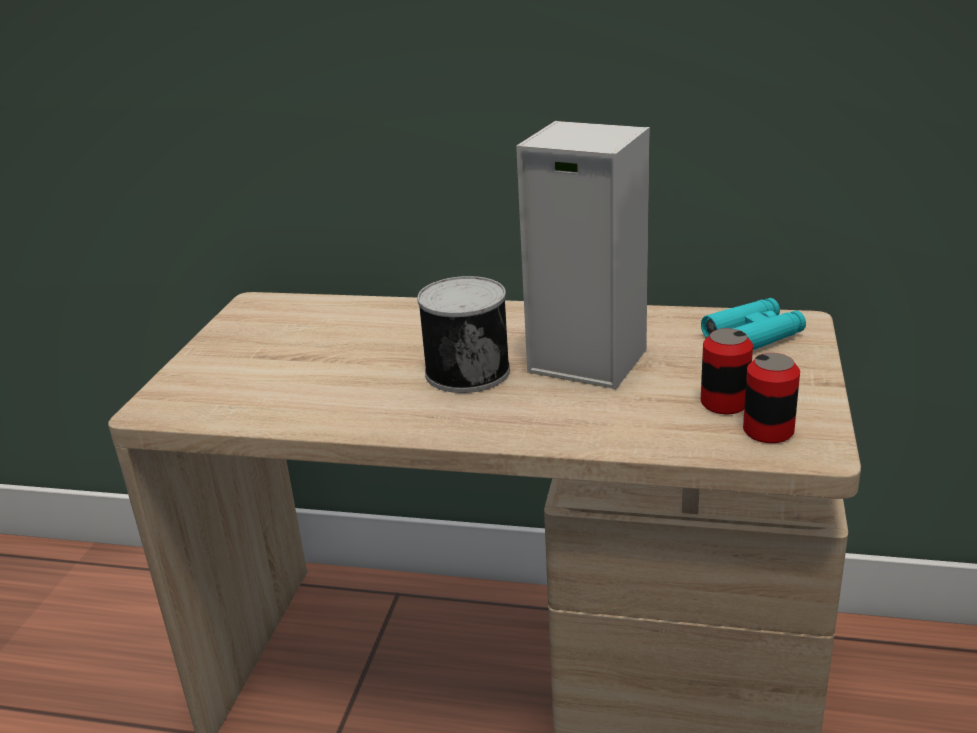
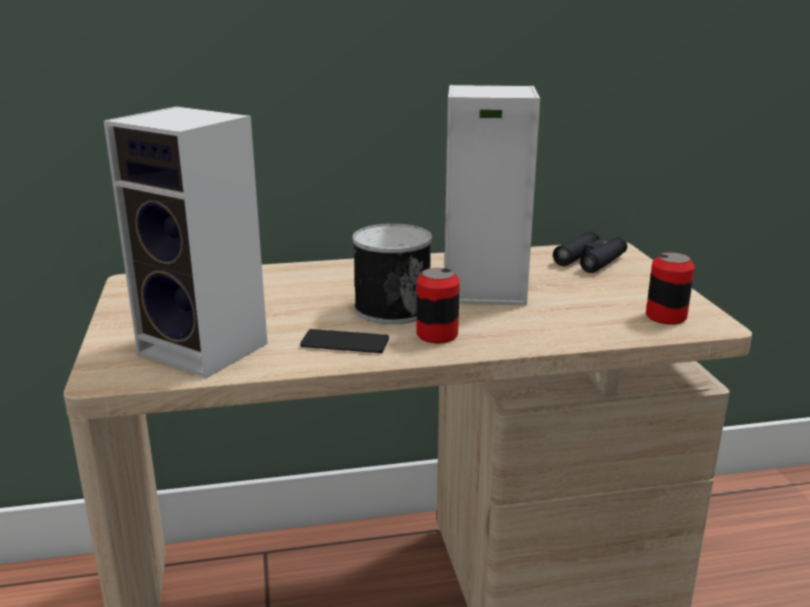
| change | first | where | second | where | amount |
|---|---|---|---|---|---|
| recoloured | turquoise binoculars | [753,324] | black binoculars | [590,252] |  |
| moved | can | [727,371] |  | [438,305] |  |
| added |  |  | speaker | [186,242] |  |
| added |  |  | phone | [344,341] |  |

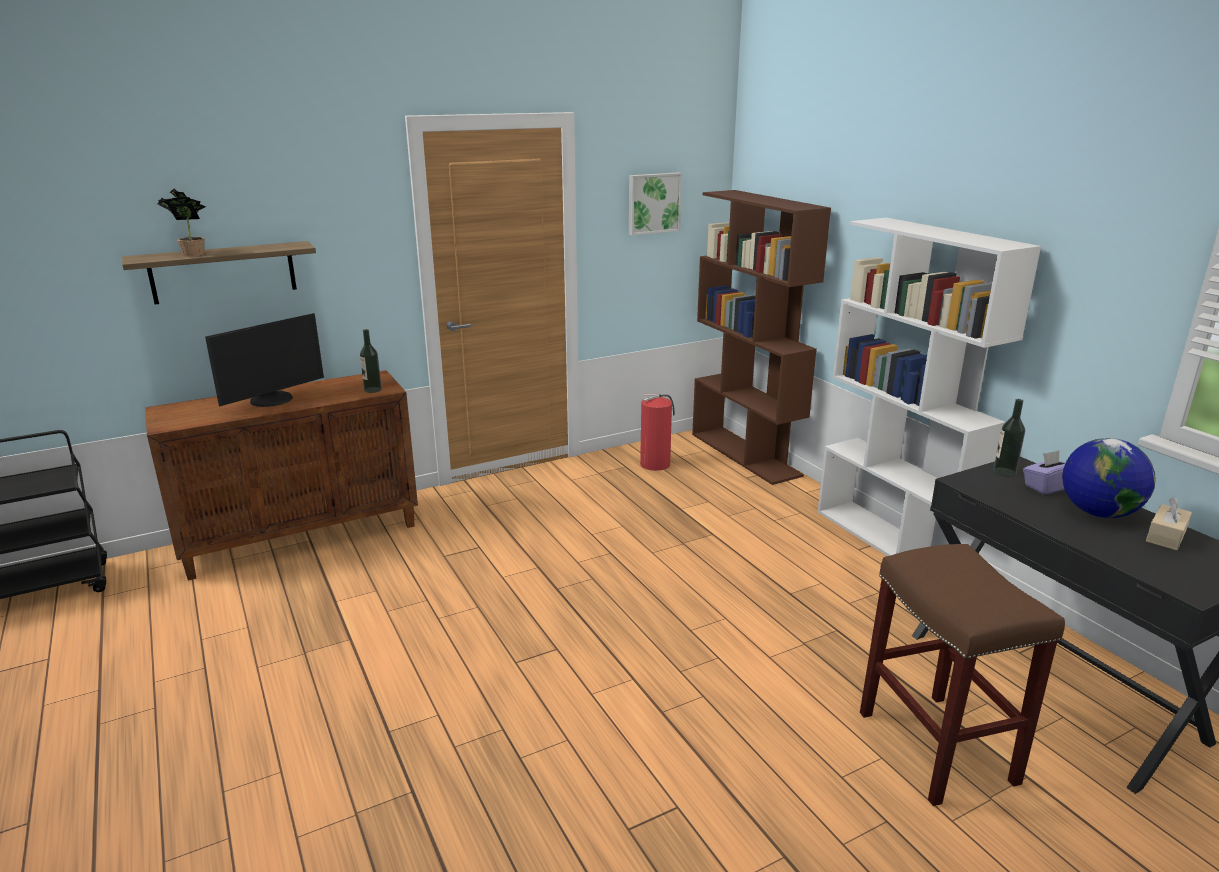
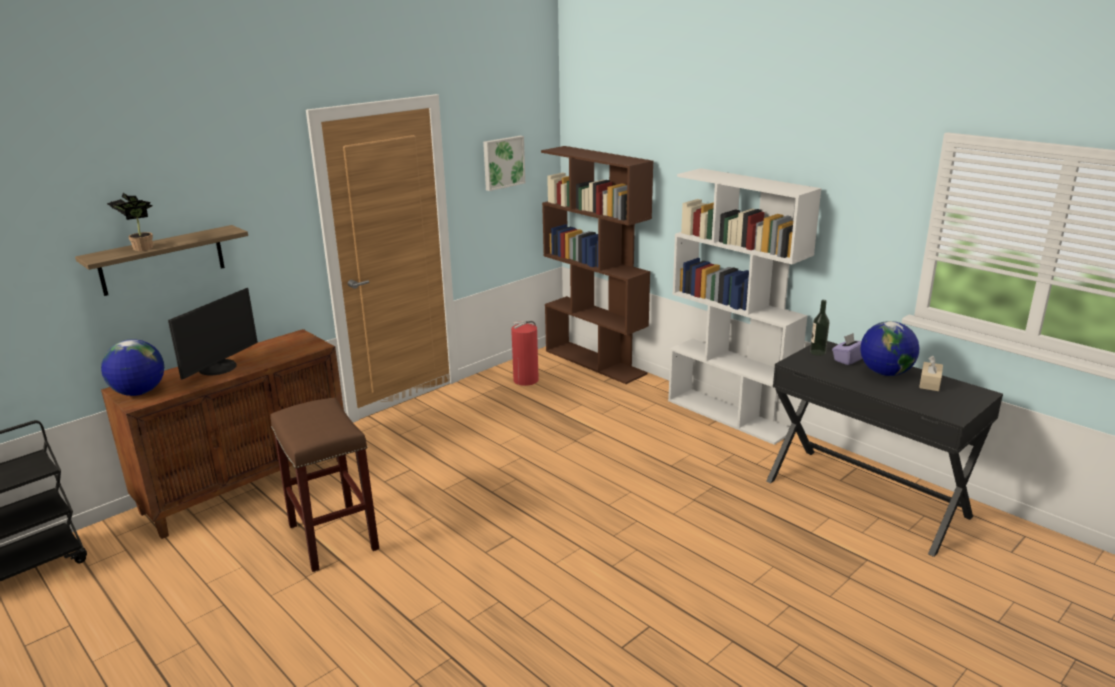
| change | first | where | second | where | amount |
|---|---|---|---|---|---|
| removed | bottle | [371,361] |  |  |  |
| moved | brown stool | [962,675] |  | [325,485] |  |
| added |  |  | globe | [132,367] |  |

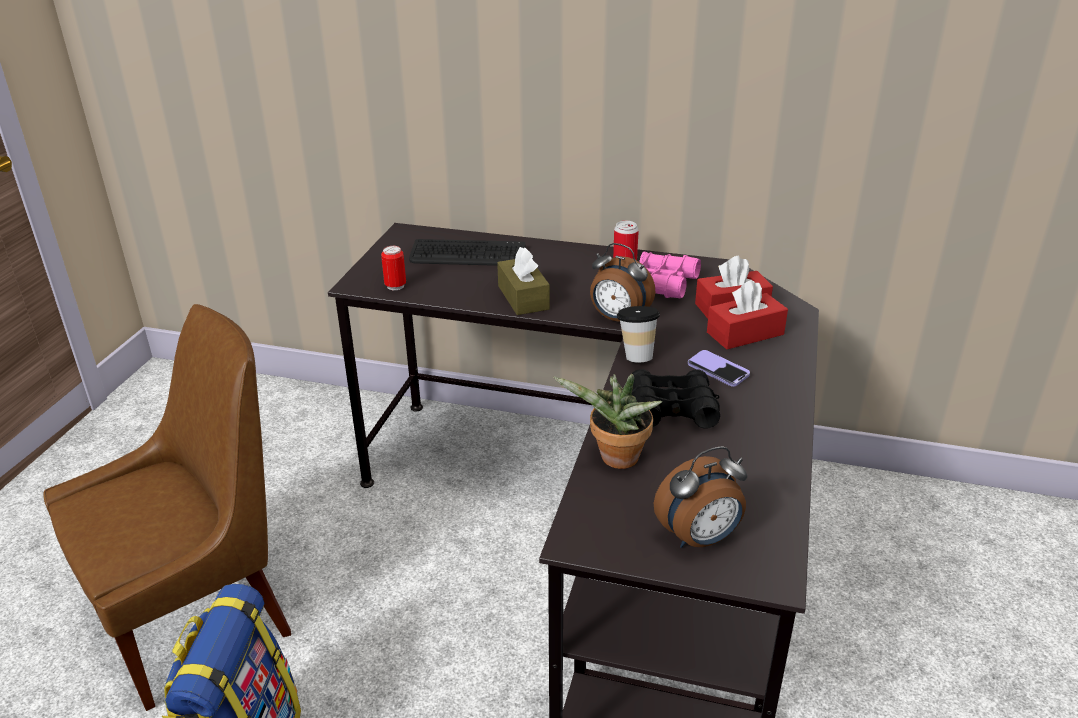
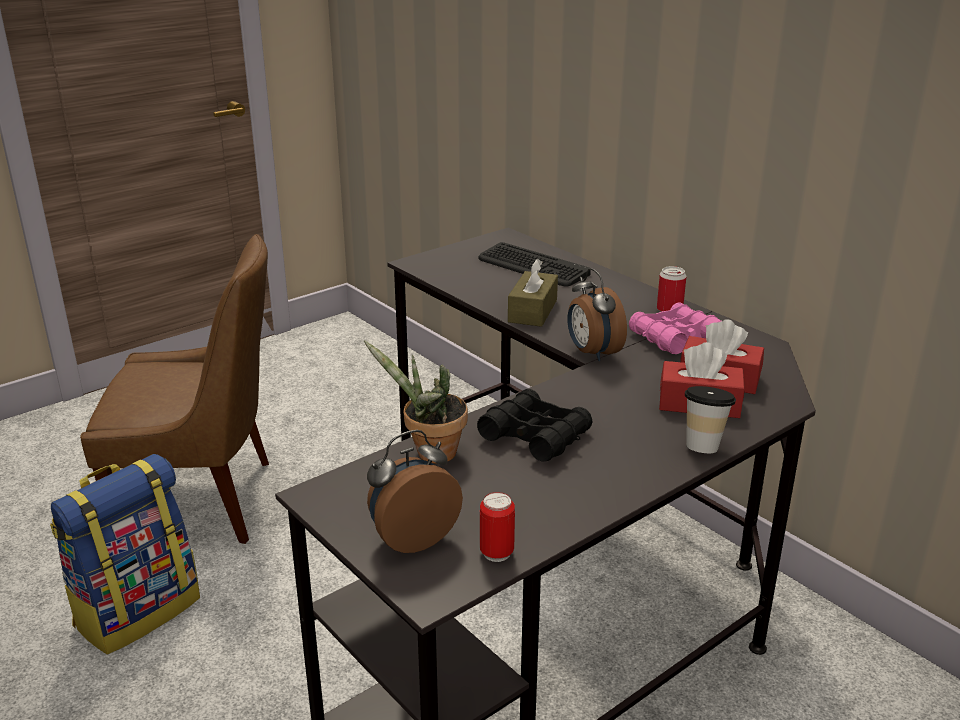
| change | first | where | second | where | amount |
|---|---|---|---|---|---|
| moved | can | [393,268] |  | [497,527] |  |
| moved | cup | [638,334] |  | [710,419] |  |
| turned | alarm clock | [700,497] |  | [415,491] | 135 degrees clockwise |
| removed | phone | [719,368] |  |  |  |

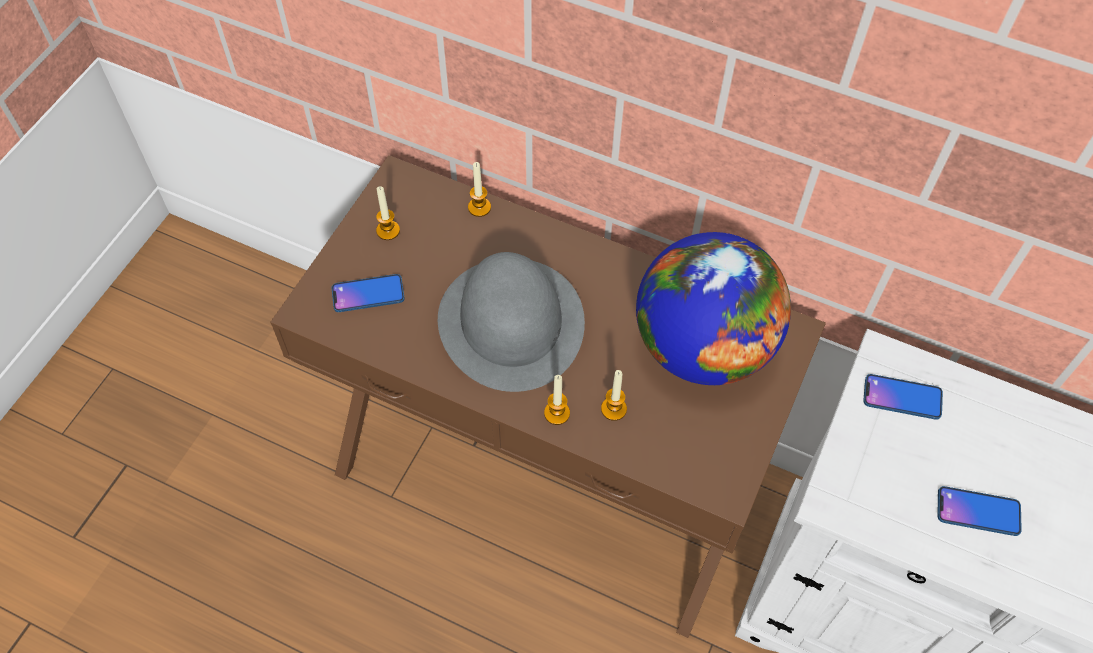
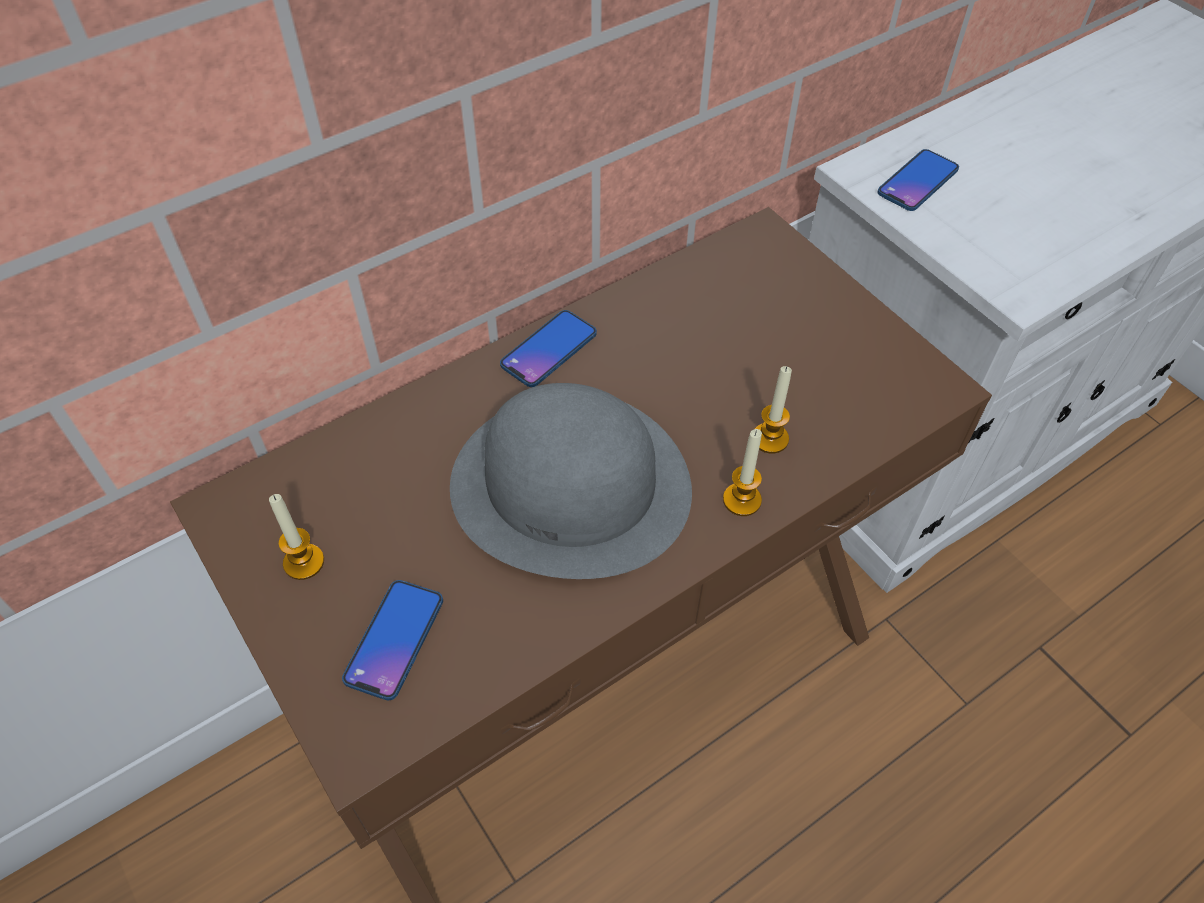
| change | first | where | second | where | amount |
|---|---|---|---|---|---|
| removed | candle | [479,189] |  |  |  |
| removed | globe | [713,308] |  |  |  |
| moved | phone | [979,511] |  | [548,348] |  |

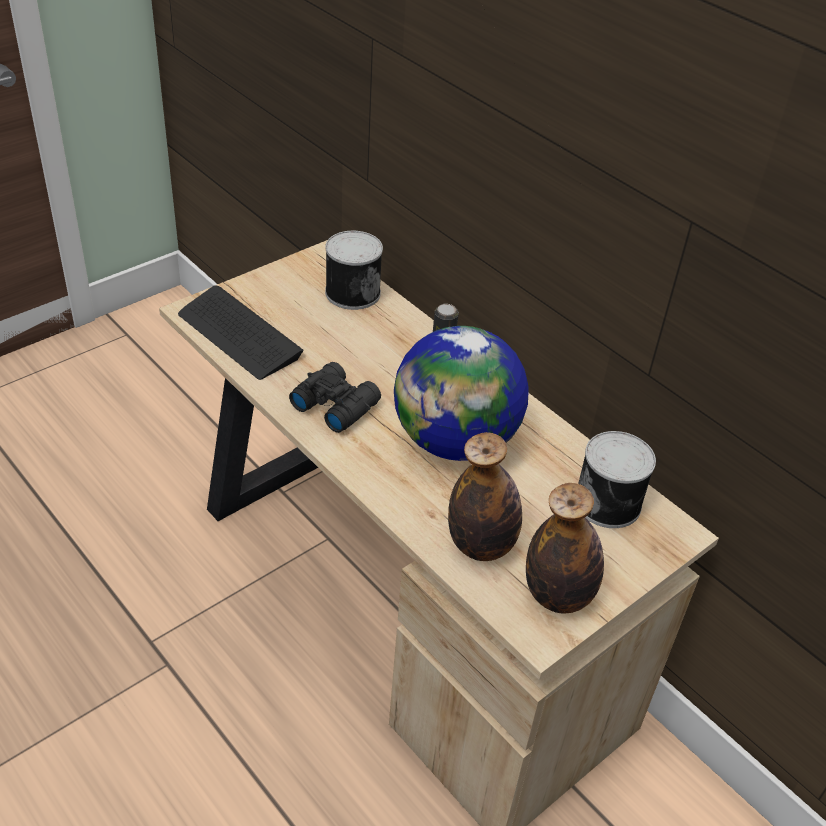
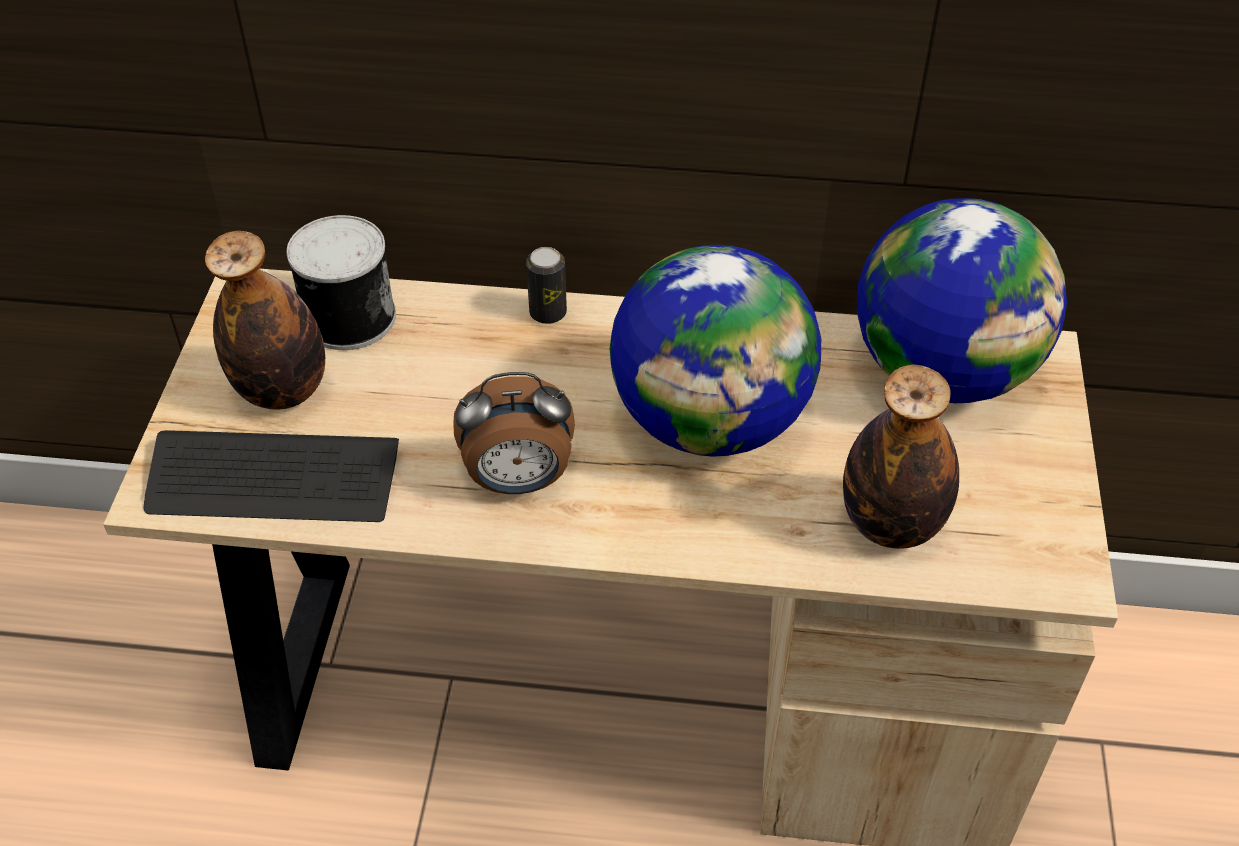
| change | first | where | second | where | amount |
|---|---|---|---|---|---|
| replaced | black binoculars | [335,397] | alarm clock | [514,433] |  |
| moved | bottle | [565,548] |  | [265,320] |  |
| replaced | can | [617,479] | globe | [962,300] |  |

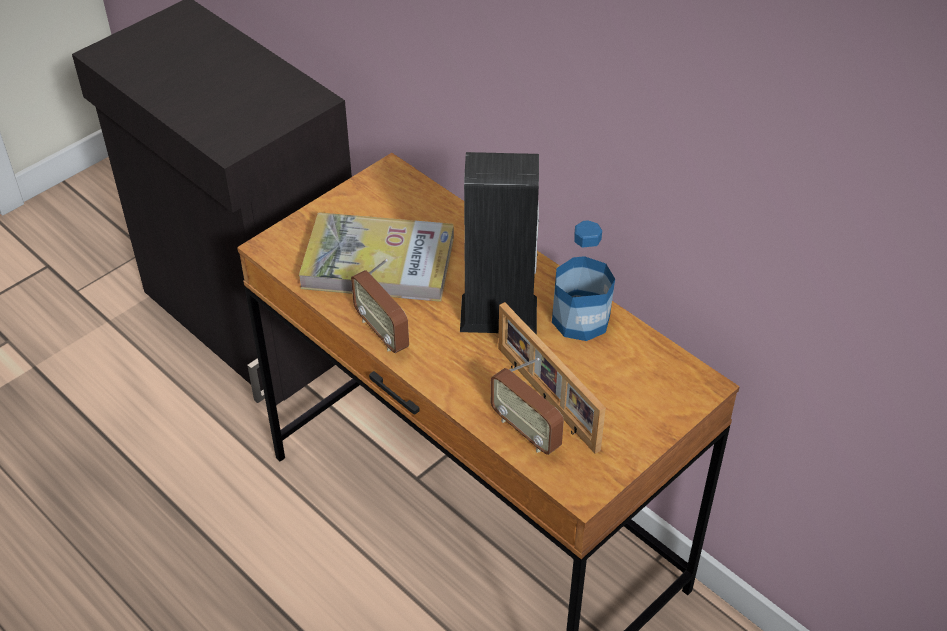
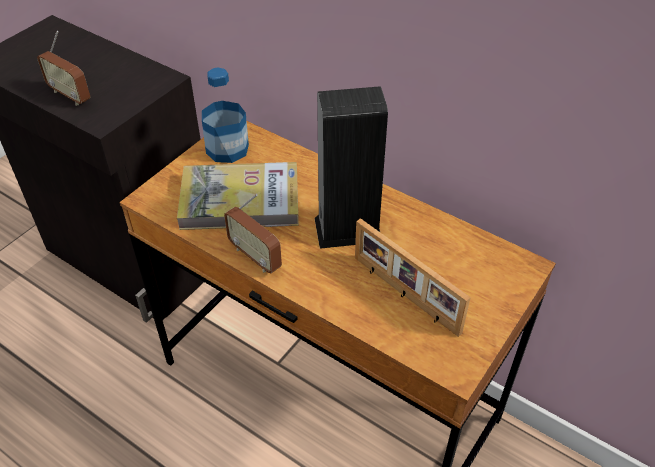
| change | first | where | second | where | amount |
|---|---|---|---|---|---|
| moved | radio | [527,406] |  | [63,68] |  |
| moved | bottle | [583,280] |  | [225,115] |  |

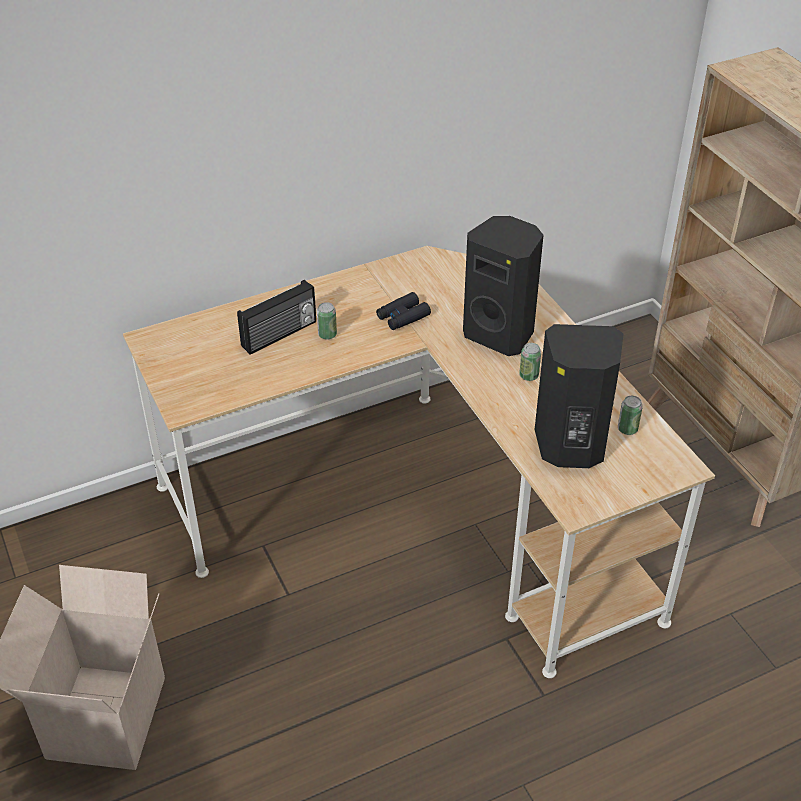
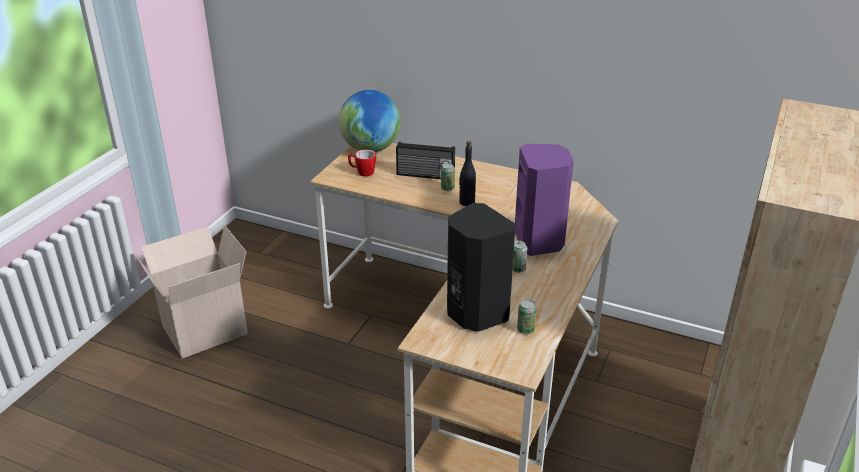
| change | first | where | second | where | amount |
|---|---|---|---|---|---|
| removed | black binoculars | [403,311] |  |  |  |
| recoloured | black speaker | [503,286] | purple speaker | [544,200] |  |
| added |  |  | globe | [369,121] |  |
| added |  |  | mug | [362,163] |  |
| added |  |  | black bottle | [467,173] |  |

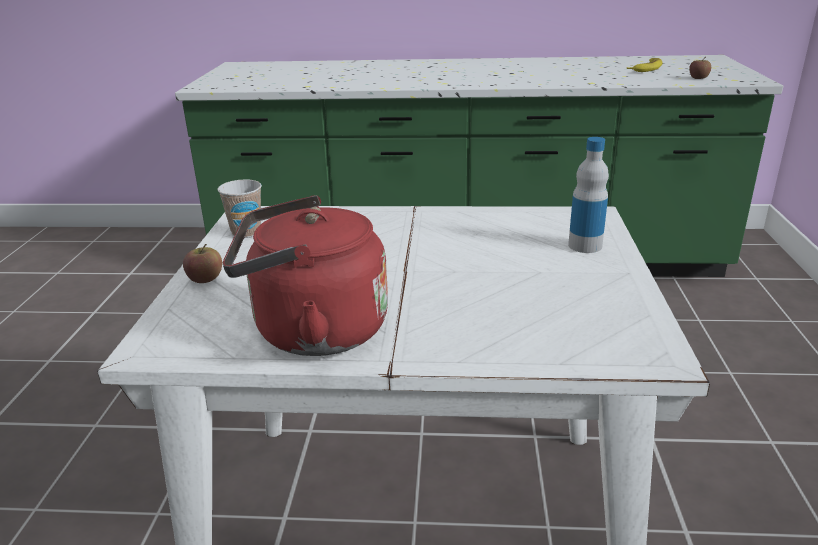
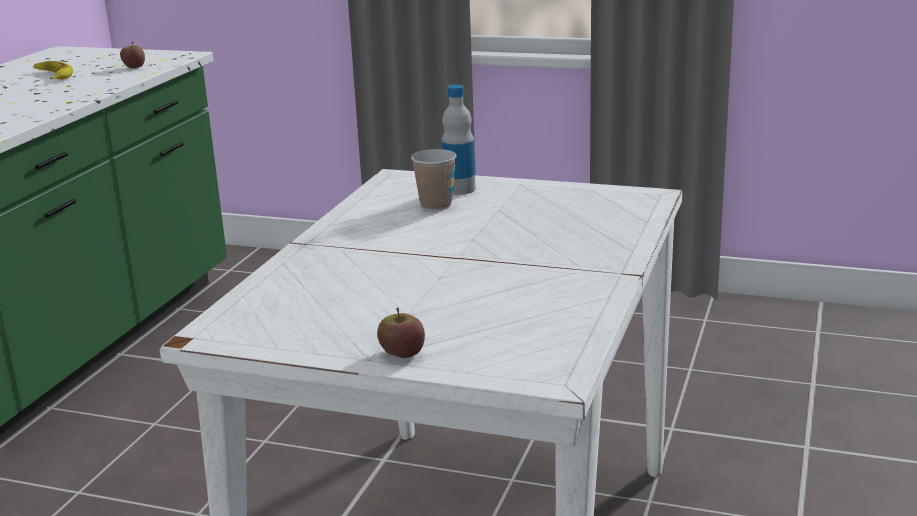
| change | first | where | second | where | amount |
|---|---|---|---|---|---|
| moved | cup | [240,208] |  | [434,180] |  |
| removed | red kettle | [305,275] |  |  |  |

